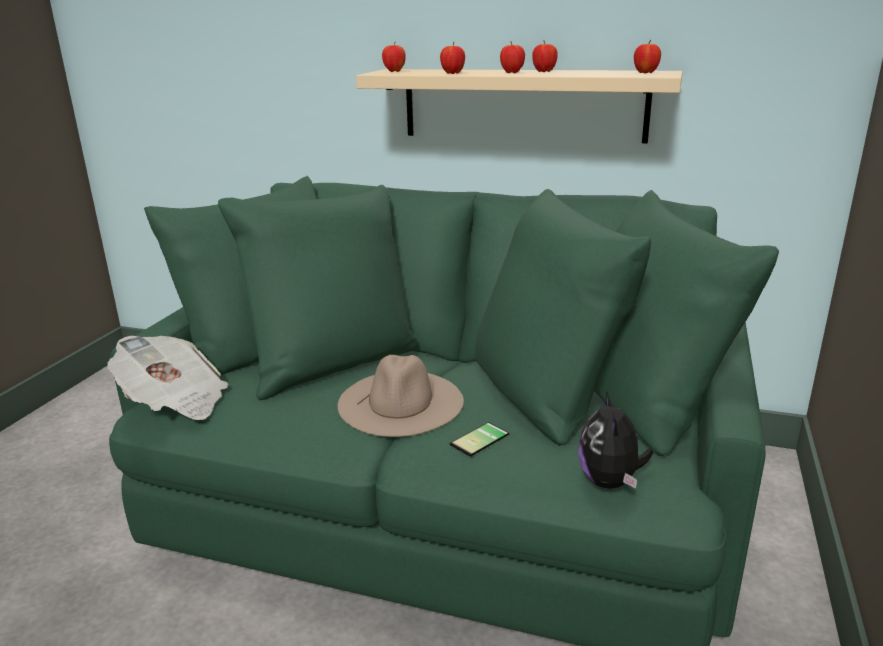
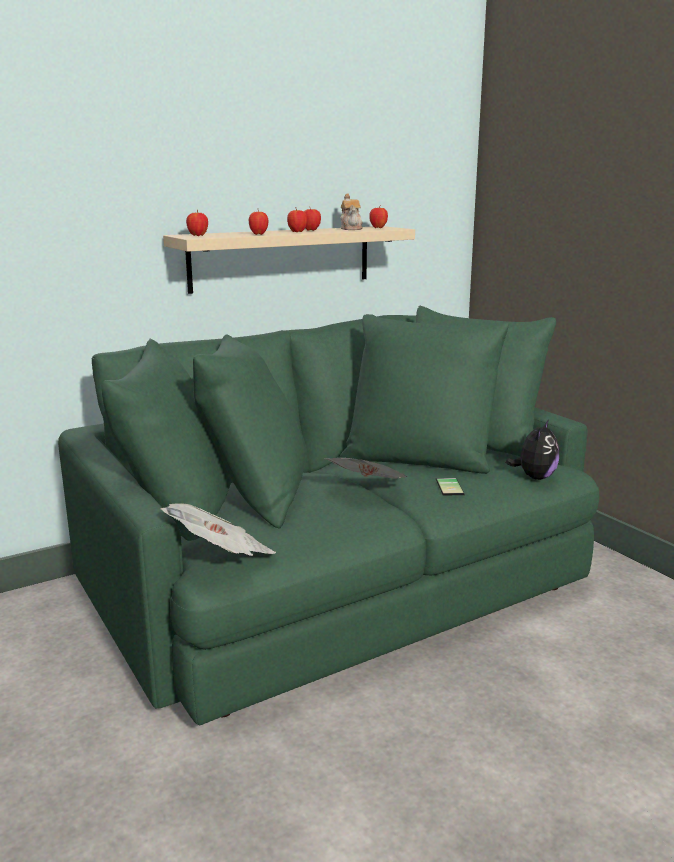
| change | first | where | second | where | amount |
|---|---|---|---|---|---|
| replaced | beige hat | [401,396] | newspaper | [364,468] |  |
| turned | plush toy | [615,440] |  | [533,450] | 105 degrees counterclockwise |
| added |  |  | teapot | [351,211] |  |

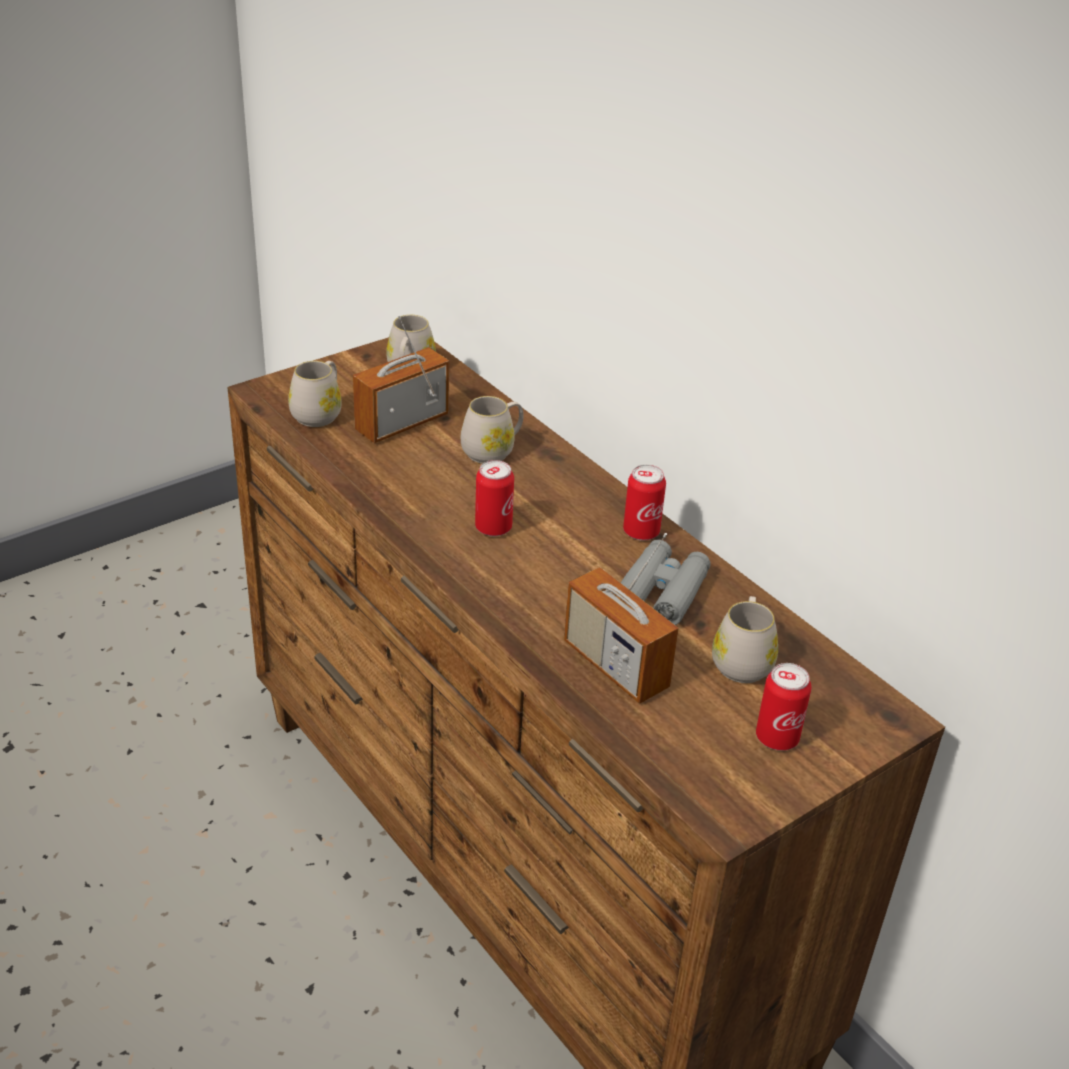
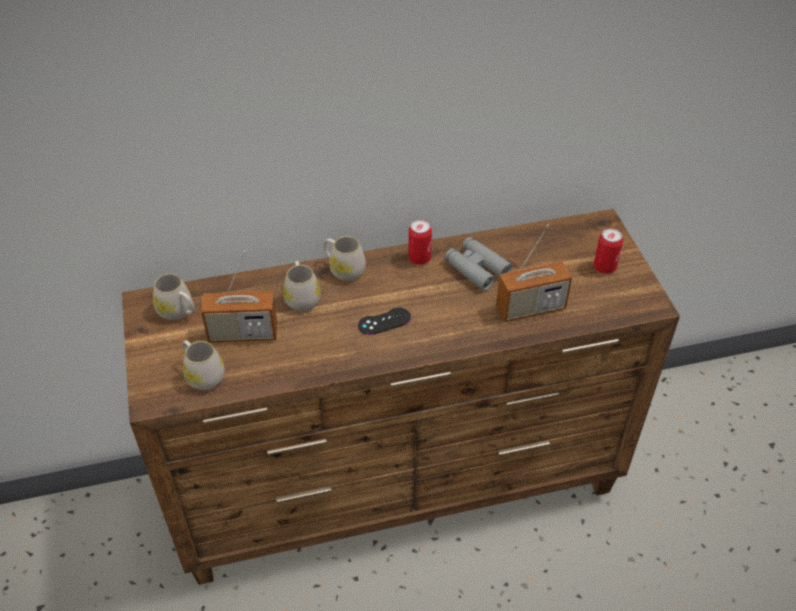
| change | first | where | second | where | amount |
|---|---|---|---|---|---|
| turned | radio | [401,379] |  | [239,296] | 75 degrees counterclockwise |
| replaced | can | [494,498] | black game controller | [384,321] |  |
| moved | white mug | [745,639] |  | [345,258] |  |

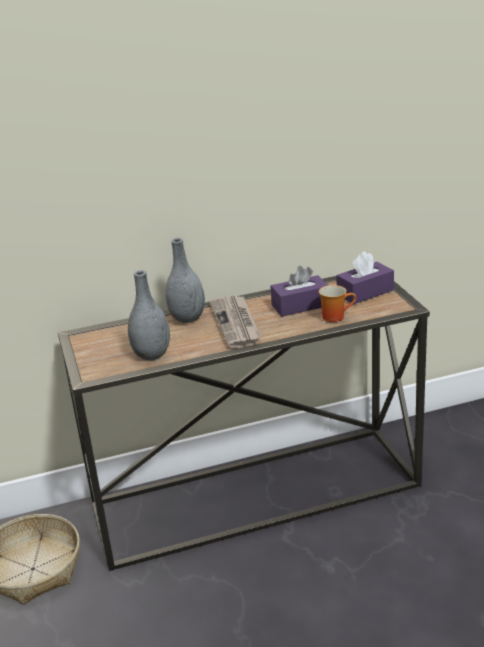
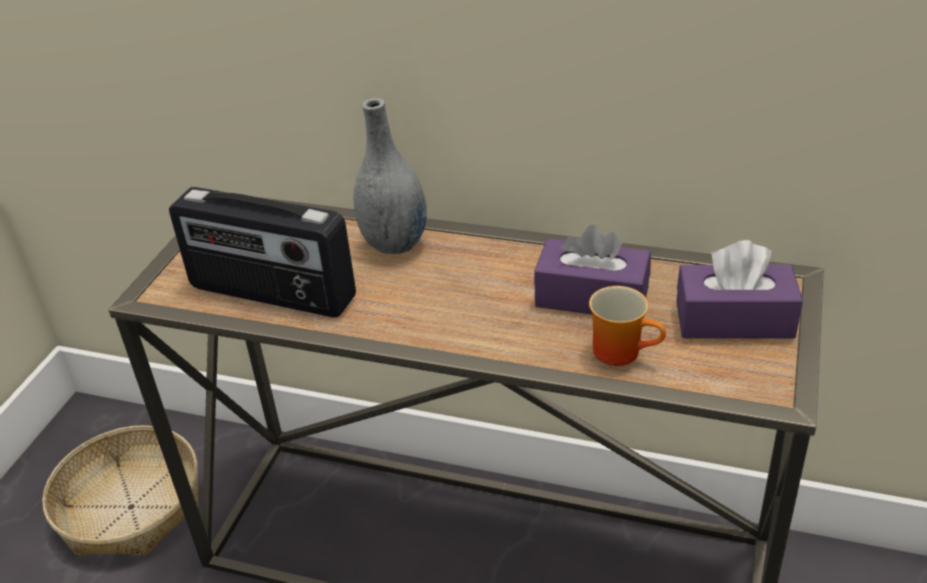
| change | first | where | second | where | amount |
|---|---|---|---|---|---|
| replaced | grey vase | [149,315] | radio | [262,252] |  |
| removed | newspaper | [235,321] |  |  |  |

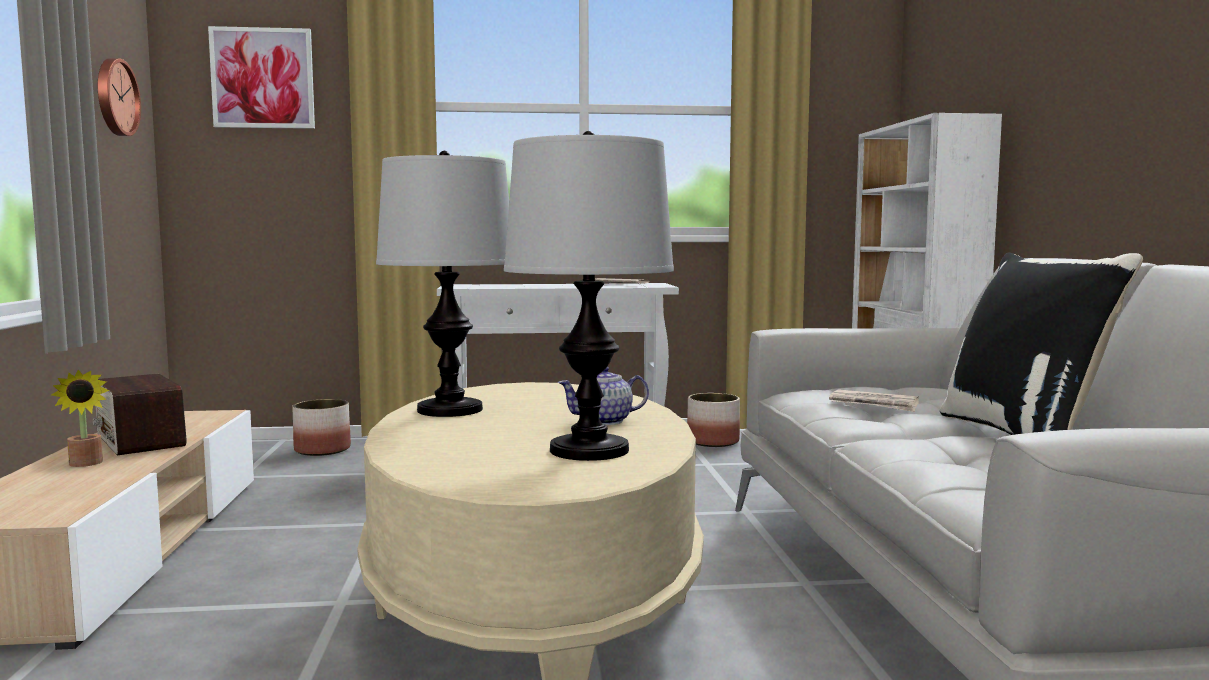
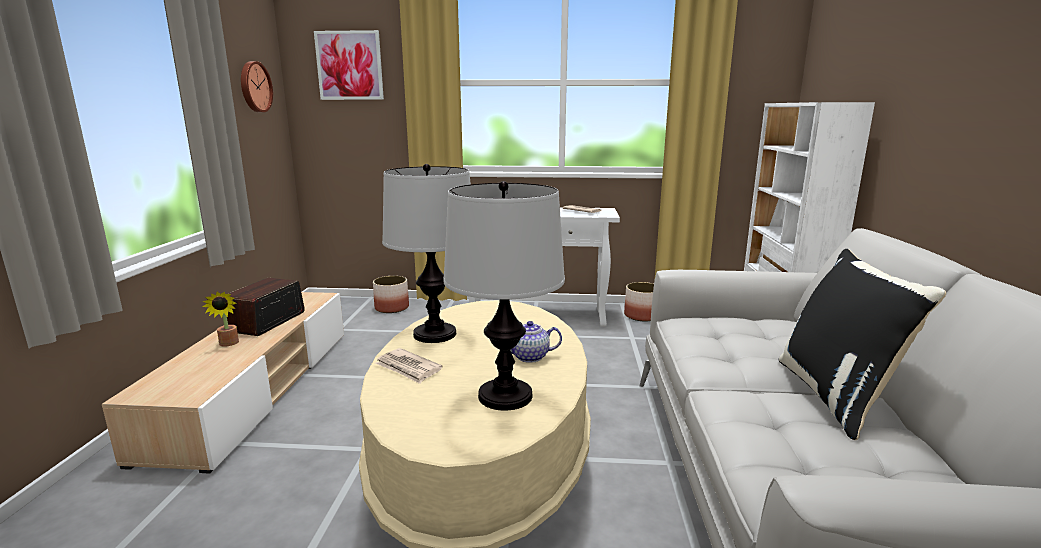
| change | first | where | second | where | amount |
|---|---|---|---|---|---|
| turned | radio | [140,414] |  | [266,307] | 45 degrees clockwise |
| moved | newspaper | [874,400] |  | [409,366] |  |

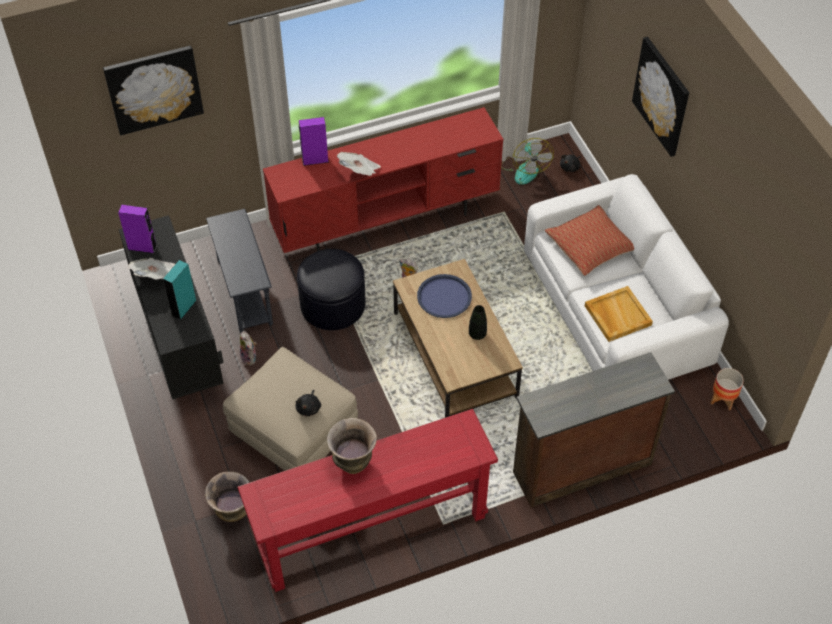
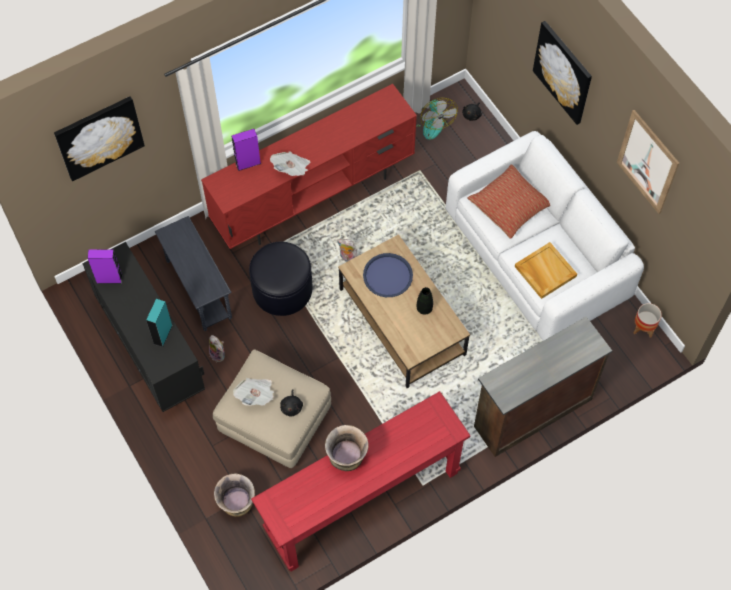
| change | first | where | second | where | amount |
|---|---|---|---|---|---|
| moved | newspaper | [151,268] |  | [253,392] |  |
| added |  |  | picture | [648,162] |  |

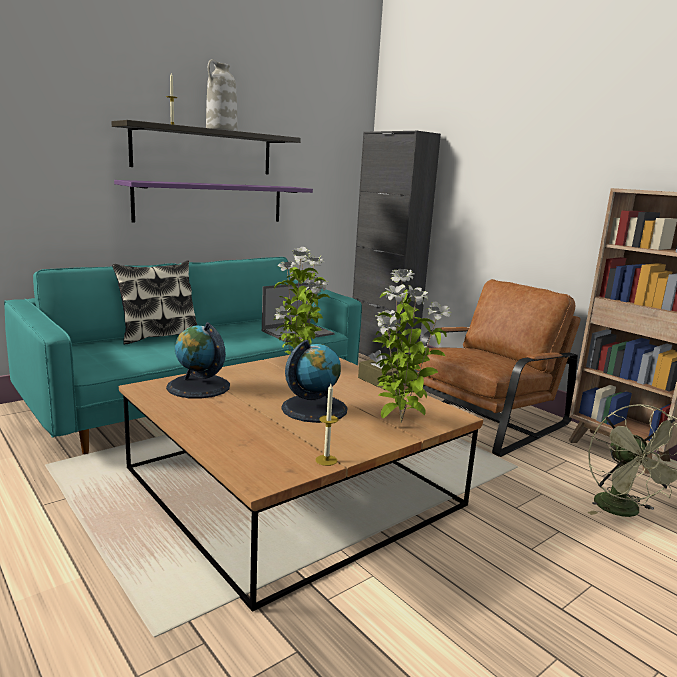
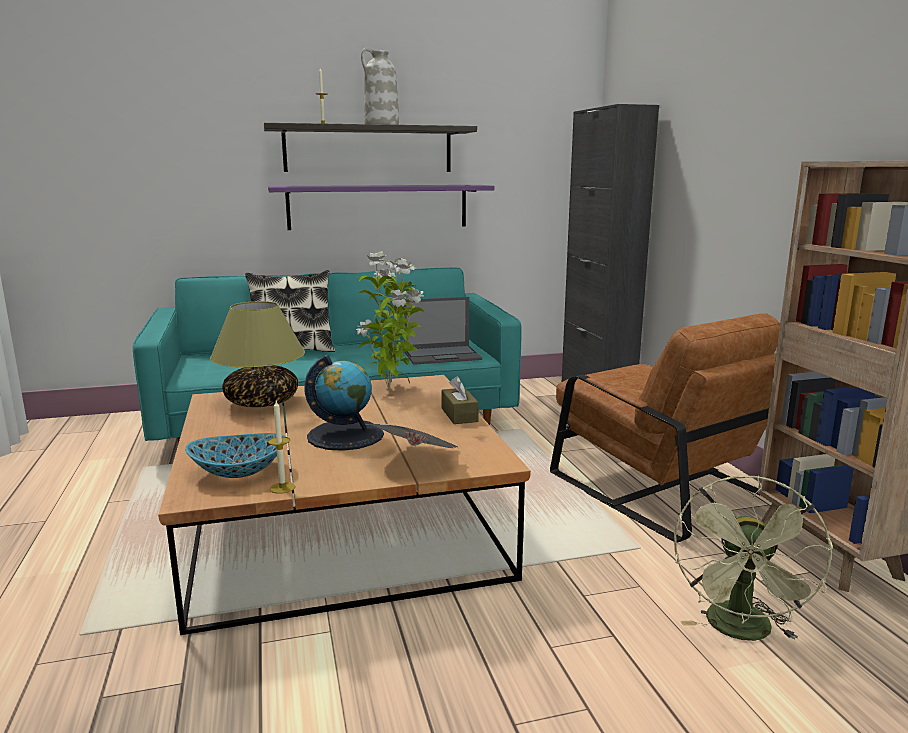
| change | first | where | second | where | amount |
|---|---|---|---|---|---|
| replaced | globe | [198,360] | table lamp | [257,354] |  |
| replaced | potted plant | [412,346] | newspaper | [411,436] |  |
| turned | brown armchair | [496,368] |  | [665,428] | 75 degrees clockwise |
| added |  |  | bowl | [235,455] |  |

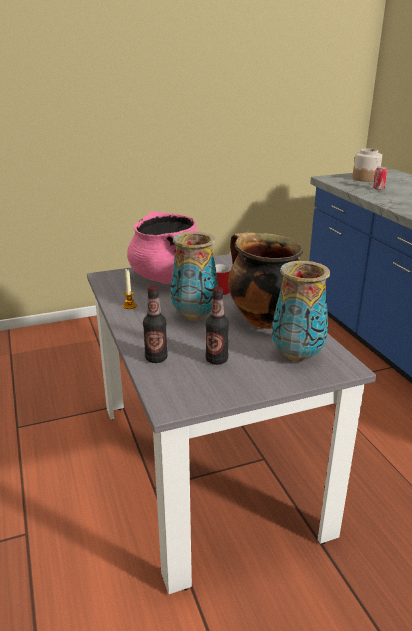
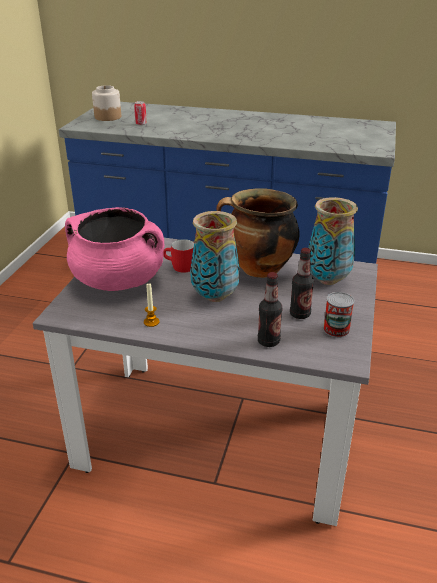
| change | first | where | second | where | amount |
|---|---|---|---|---|---|
| added |  |  | can | [338,315] |  |

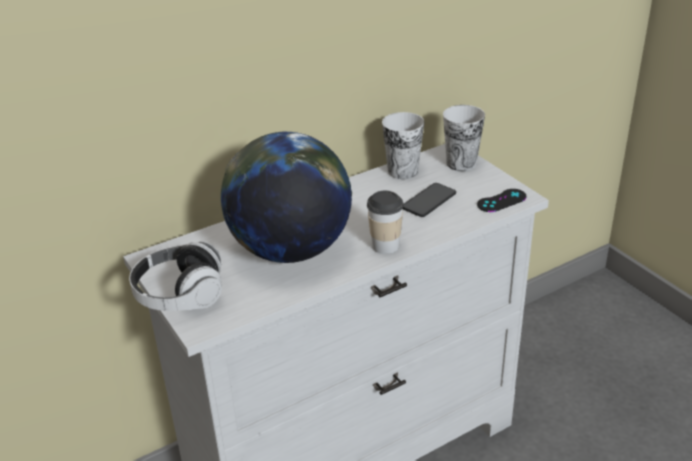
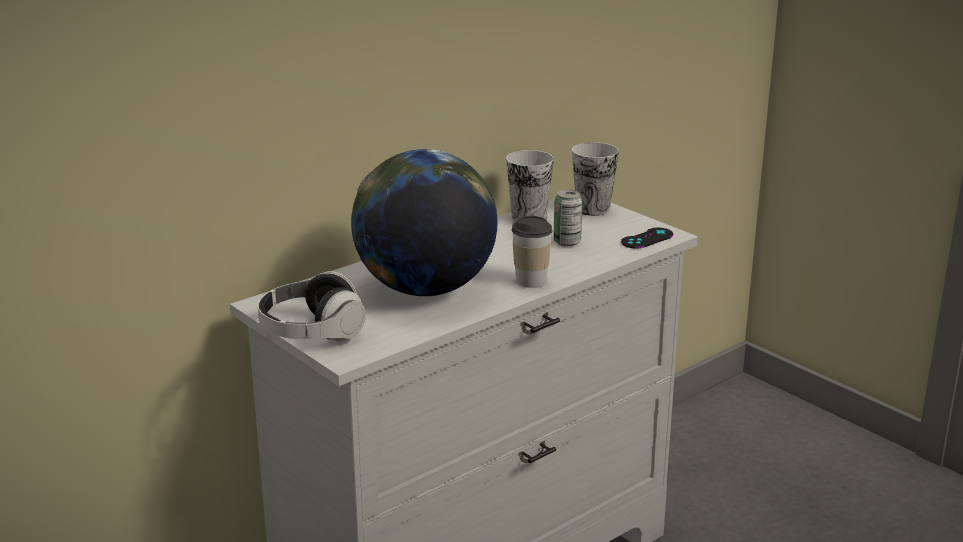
| change | first | where | second | where | amount |
|---|---|---|---|---|---|
| replaced | phone | [429,200] | can | [567,217] |  |

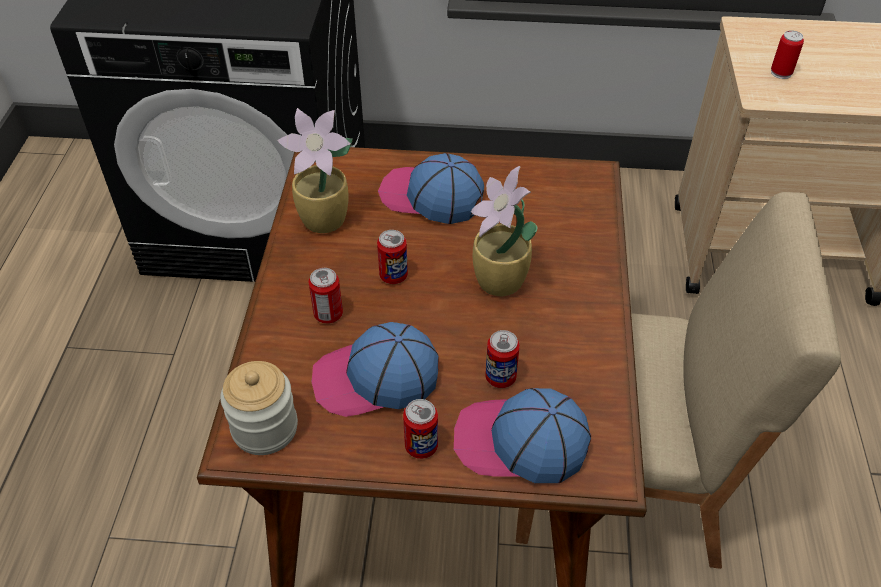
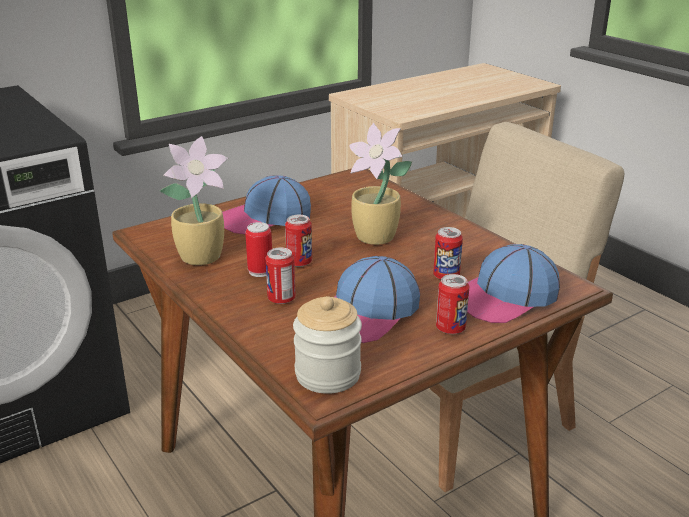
| change | first | where | second | where | amount |
|---|---|---|---|---|---|
| moved | can | [787,54] |  | [258,249] |  |

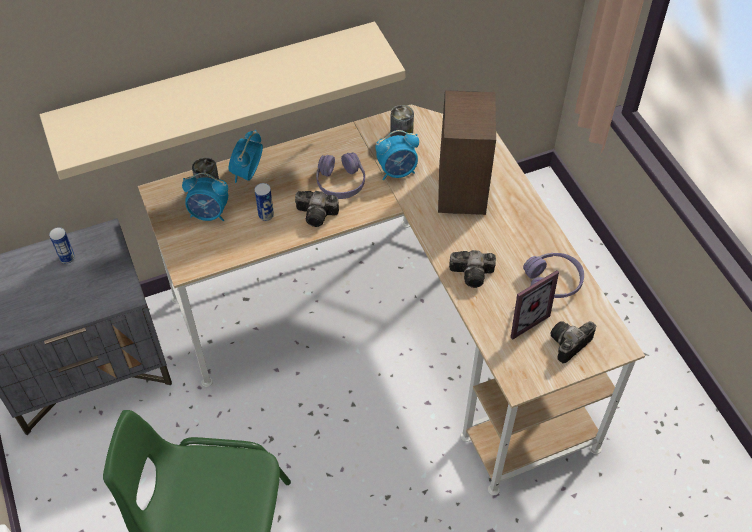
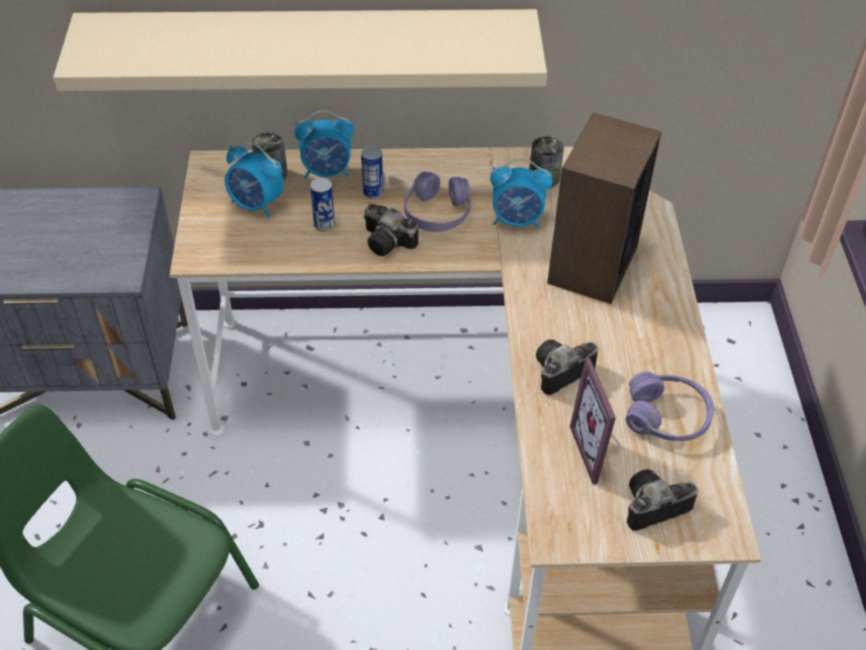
| change | first | where | second | where | amount |
|---|---|---|---|---|---|
| moved | can | [62,245] |  | [372,172] |  |
| turned | alarm clock | [246,156] |  | [324,144] | 135 degrees counterclockwise |
| turned | photo camera | [472,269] |  | [567,367] | 120 degrees clockwise |
| turned | picture frame | [535,305] |  | [596,421] | 90 degrees clockwise |

